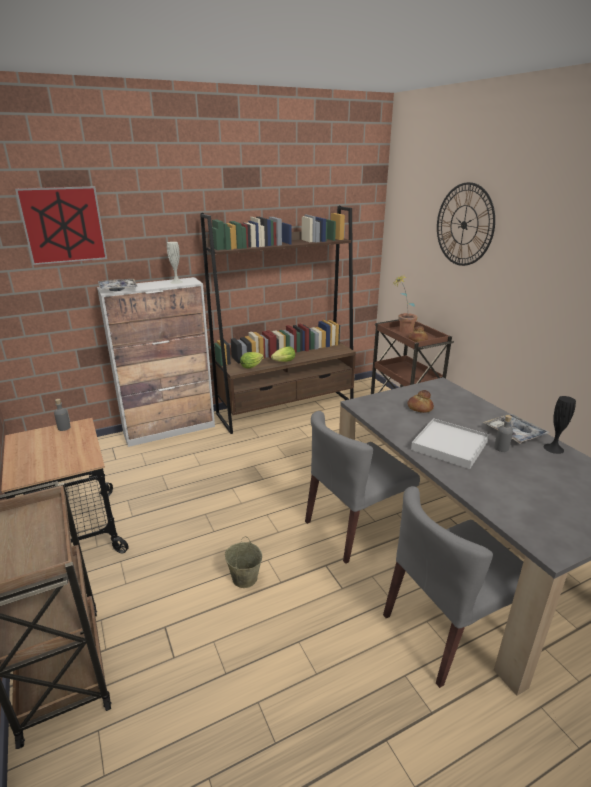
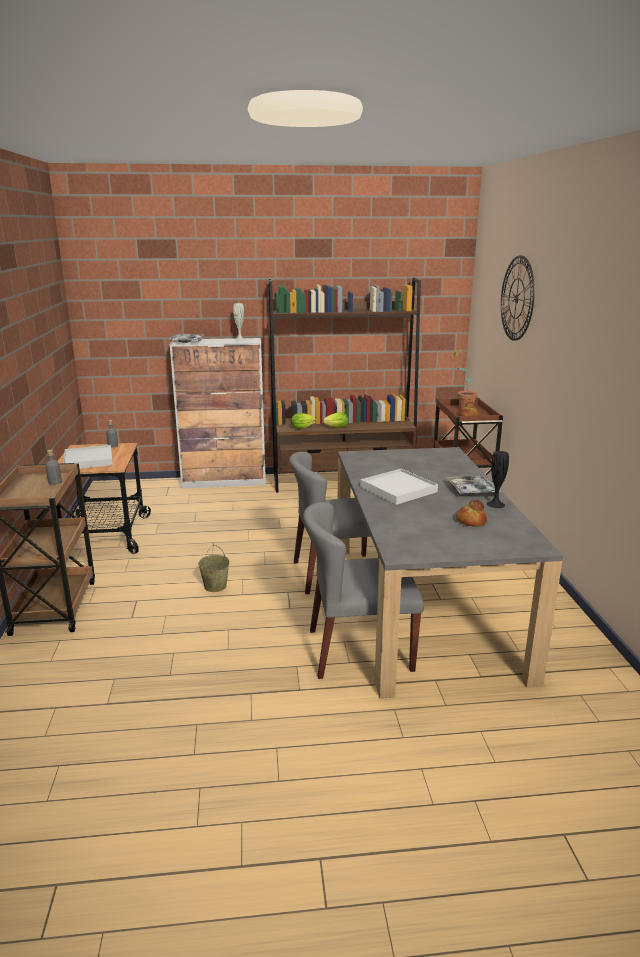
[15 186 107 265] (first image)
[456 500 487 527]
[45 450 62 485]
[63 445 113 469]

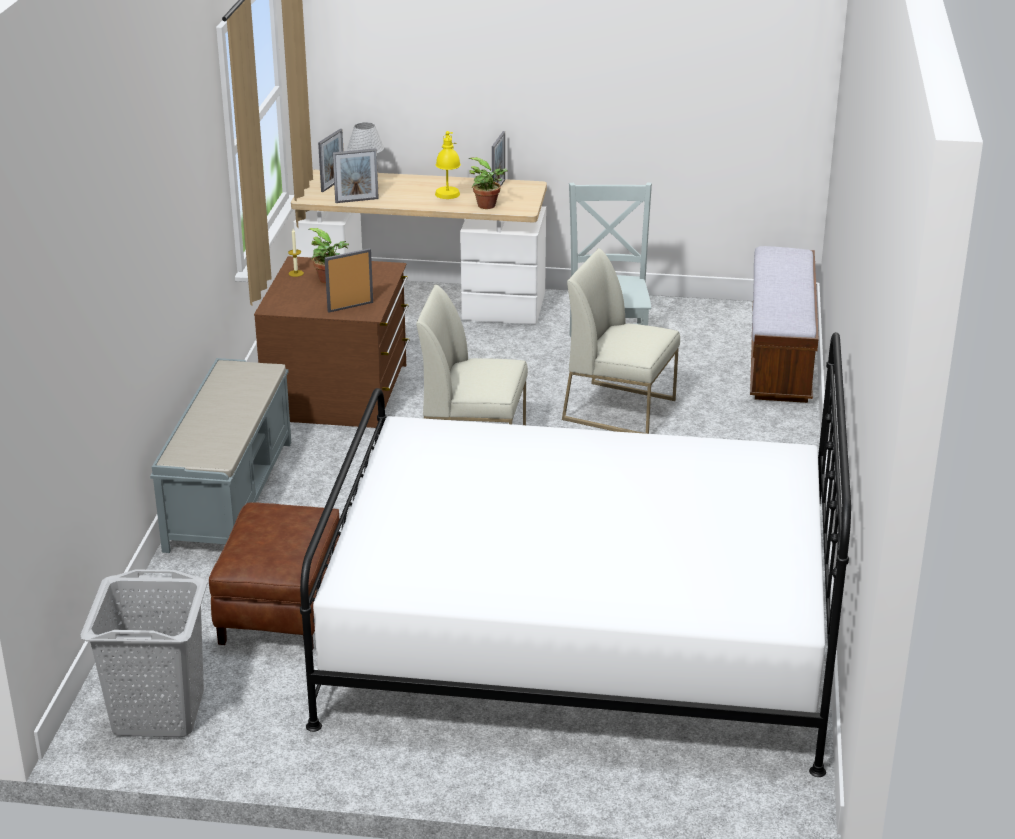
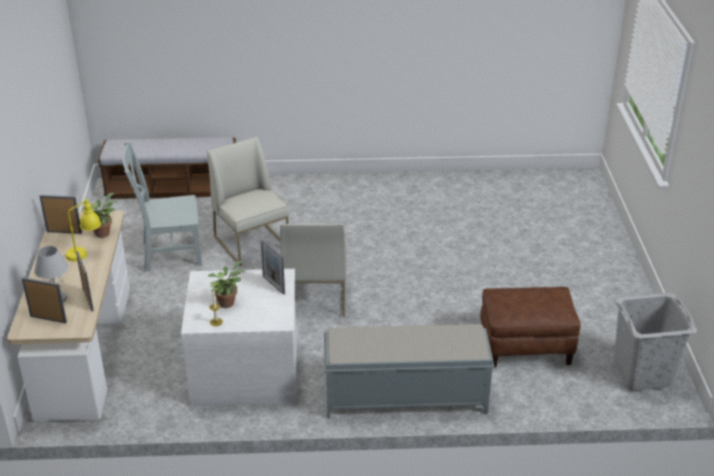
[207 137 289 266]
[181 269 297 406]
[300 332 851 777] (first image)

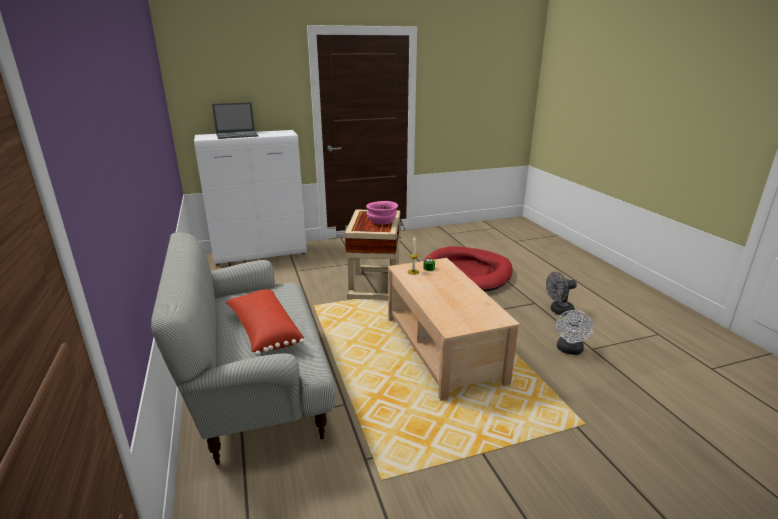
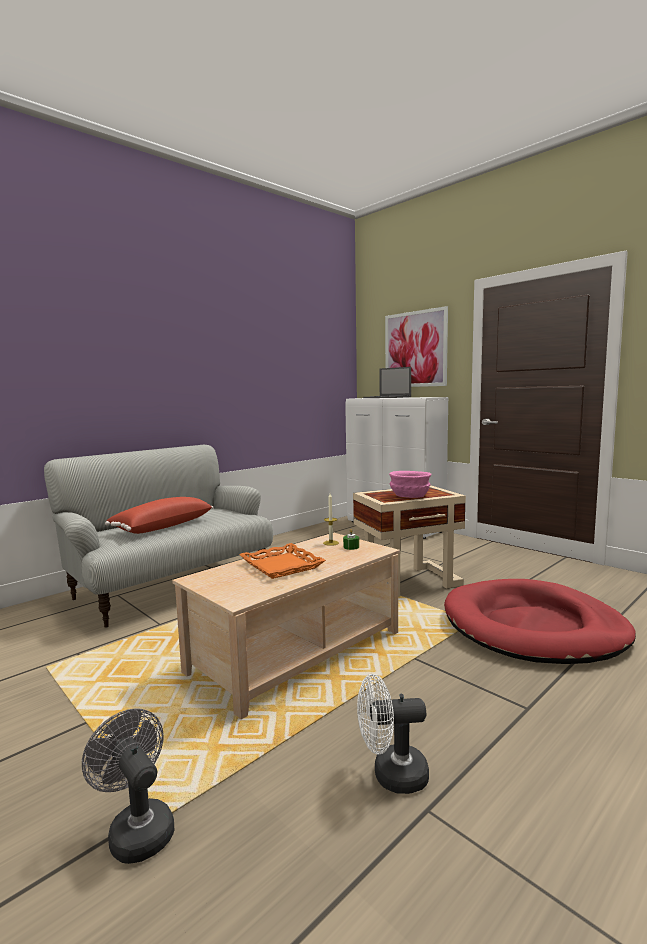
[82 708 174 864]
[385 306 448 387]
[239 543 326 579]

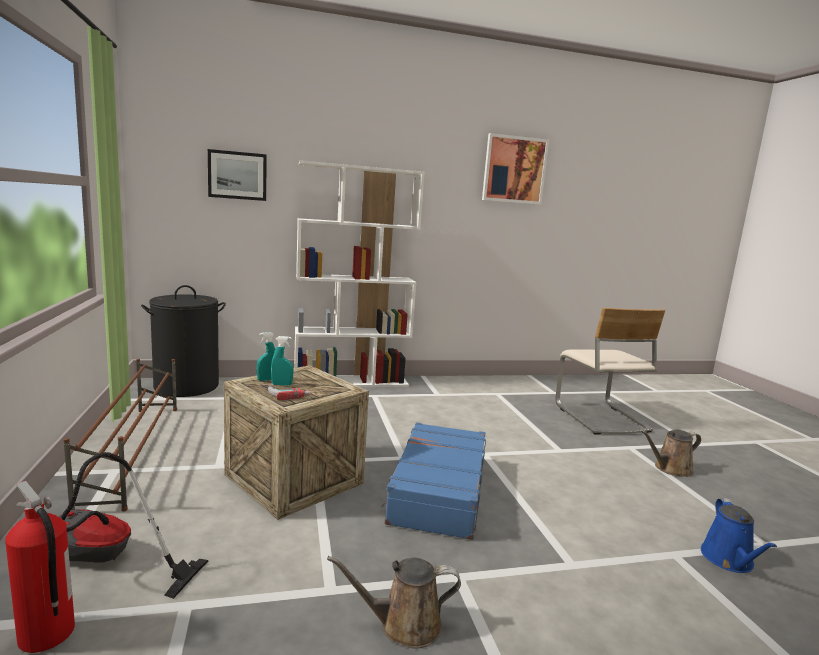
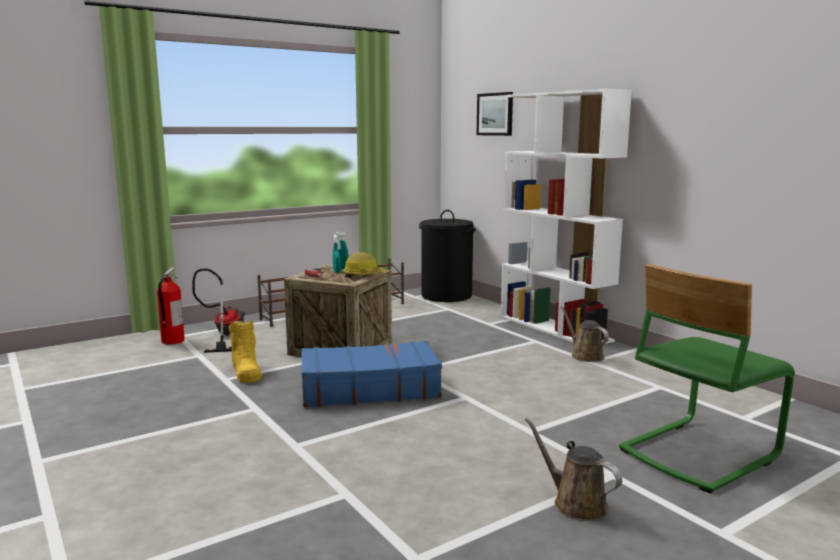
[482 133 549 205] (first image)
[619 264 795 494]
[701 498 777 573] (first image)
[561 306 609 362]
[343 252 386 277]
[229 321 262 383]

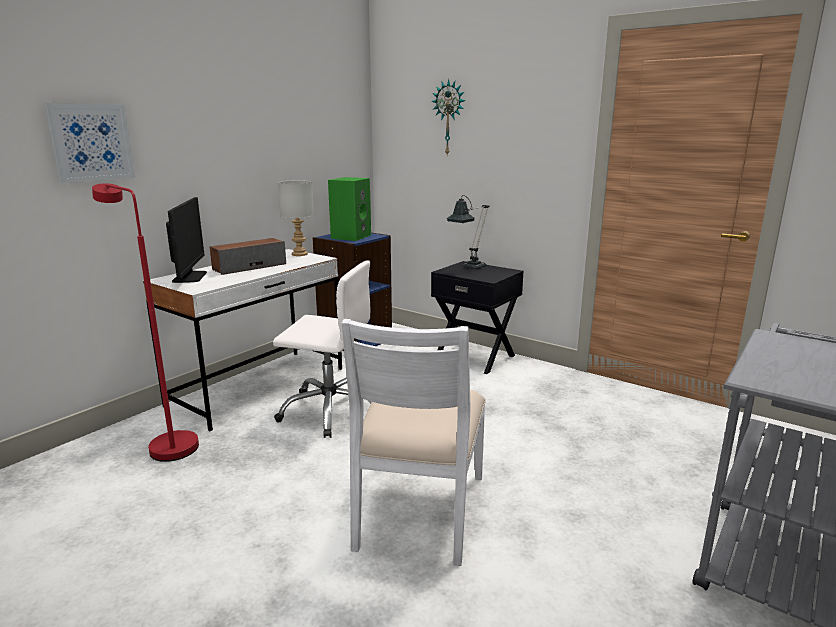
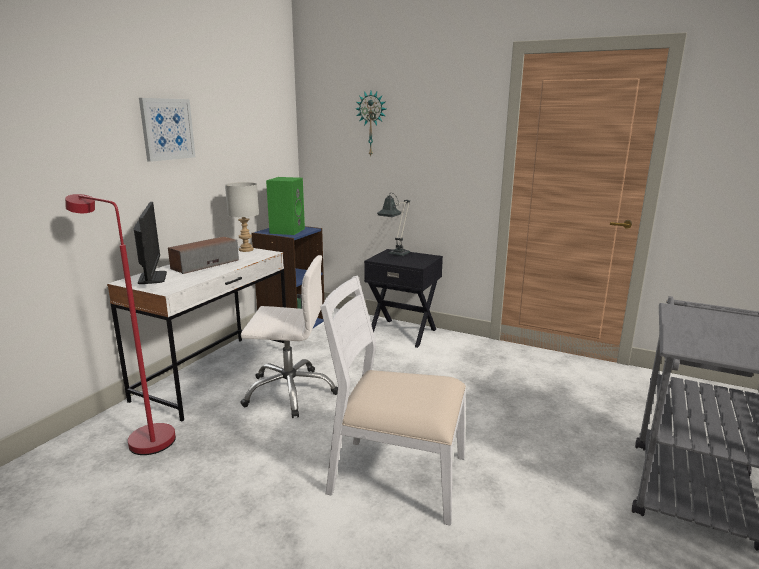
[139 98 195 162]
[320 276 466 526]

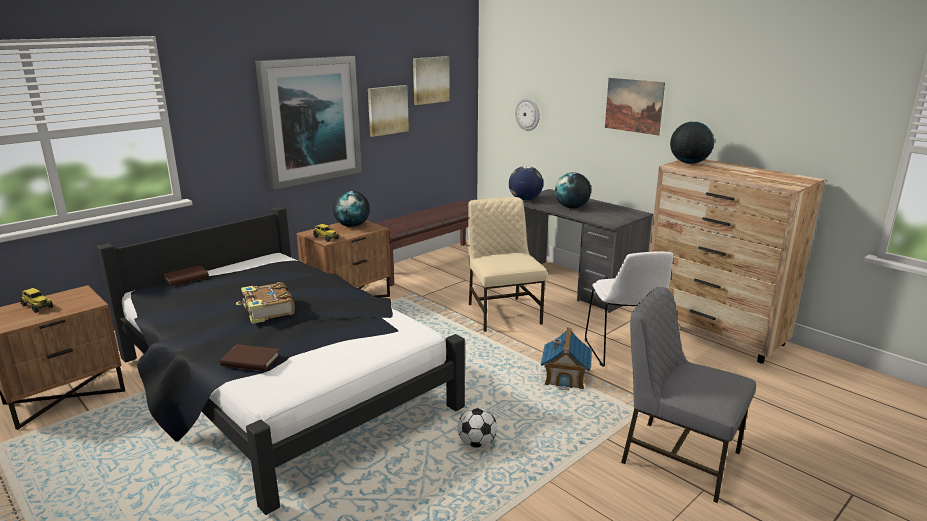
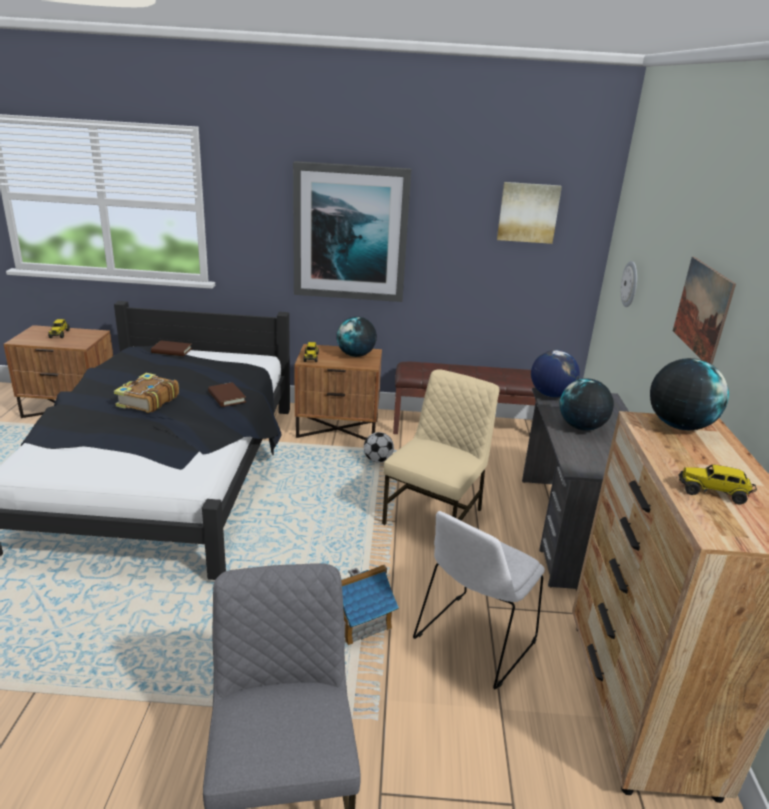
[368 85 409 137] (first image)
[208 382 246 407]
[364 432 394 463]
[678 465 757 504]

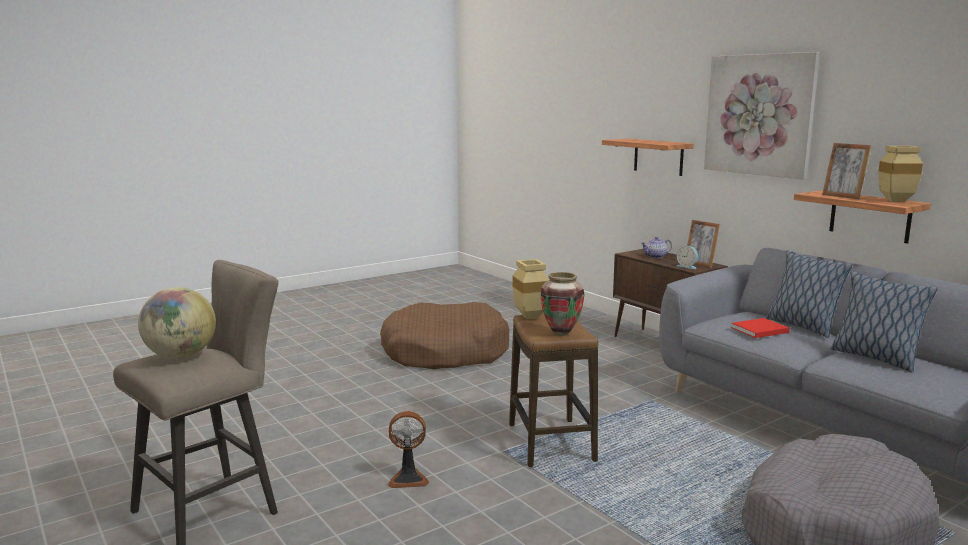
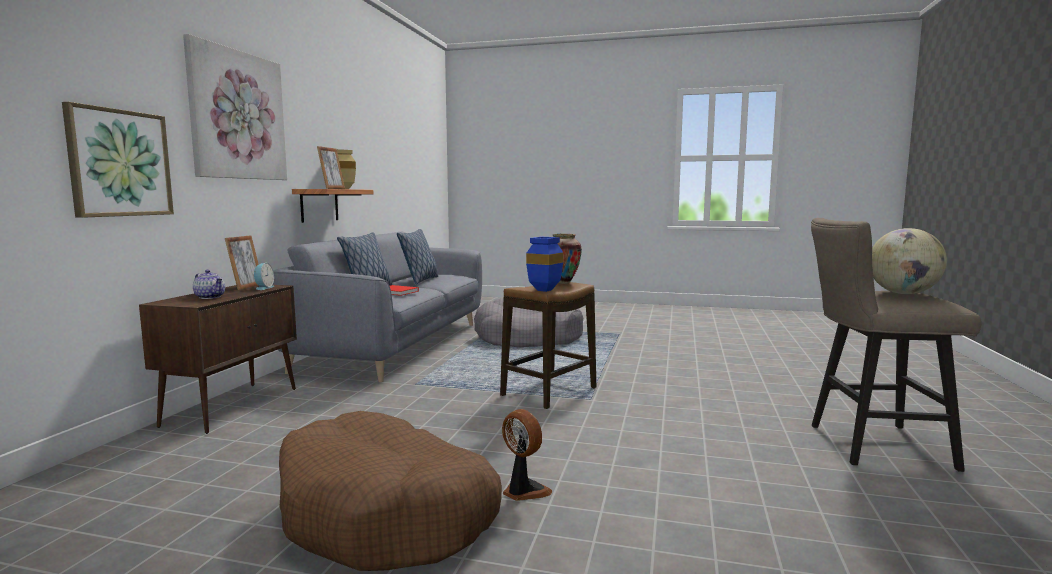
[62 102 174 218]
[526 237 563 292]
[502 409 552 501]

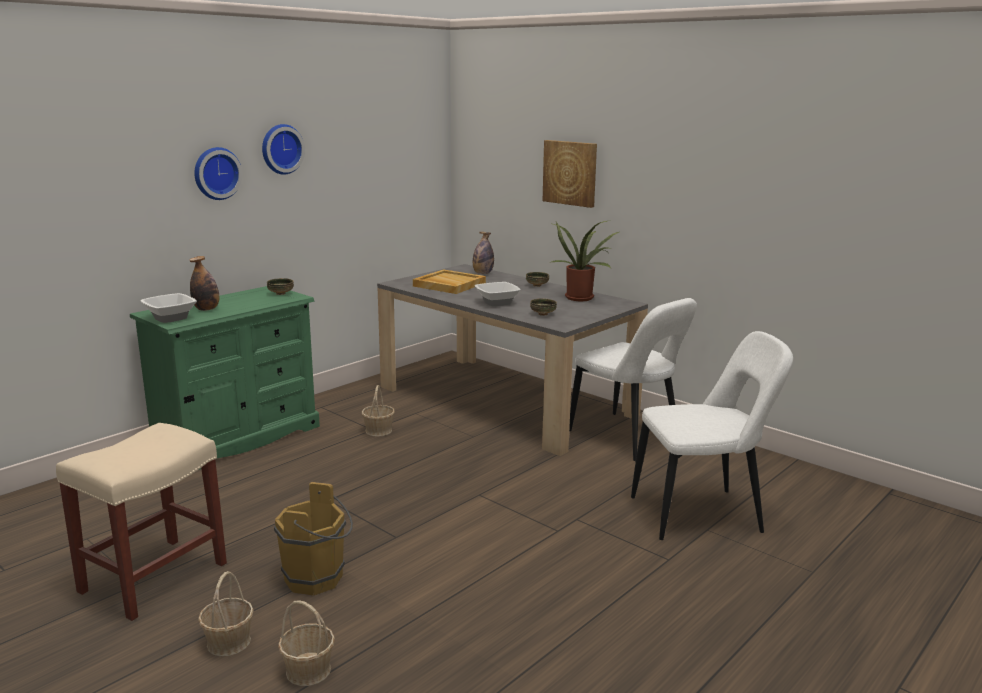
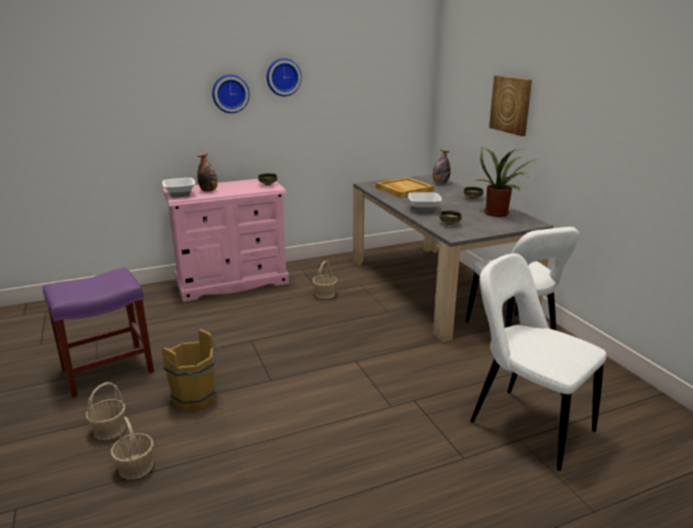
[163 179 289 302]
[471 254 606 471]
[43 268 154 397]

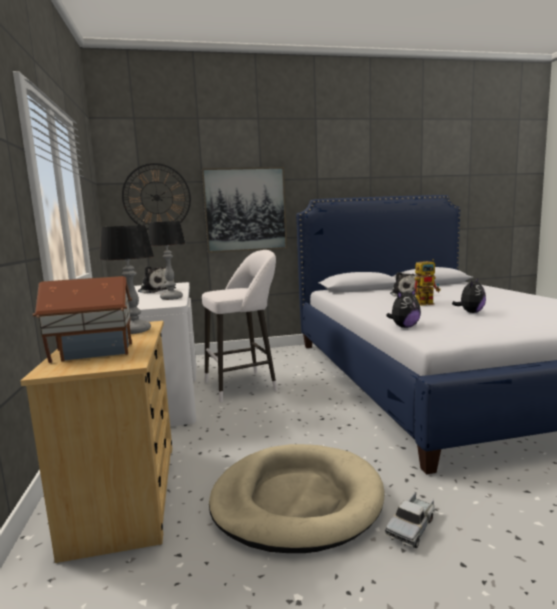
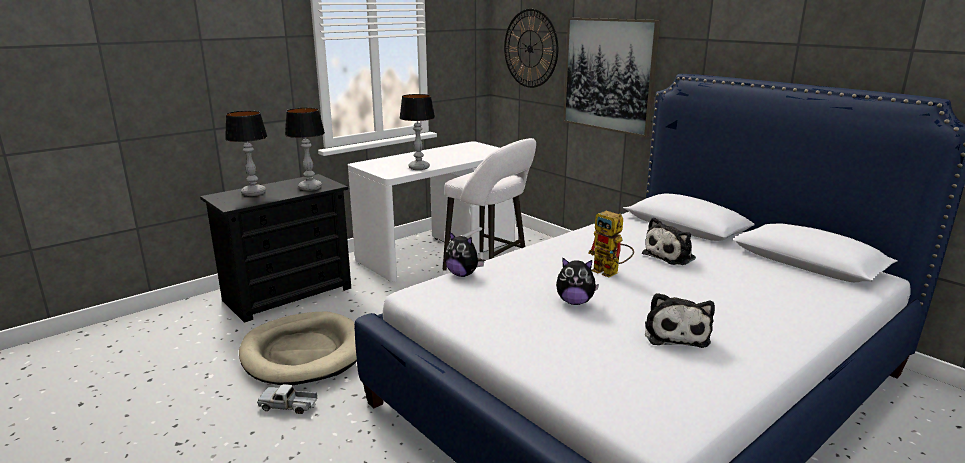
[645 293 715 348]
[225 111 268 196]
[200 174 351 323]

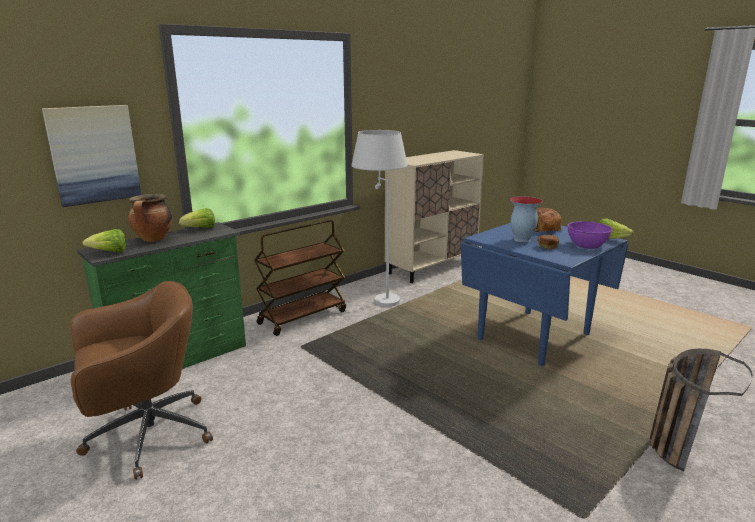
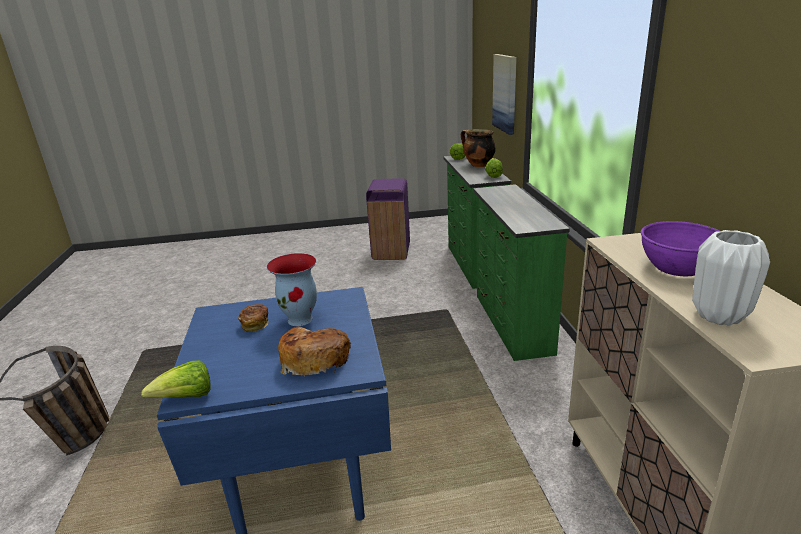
[351 130 407 307] (first image)
[473 184 570 361]
[641 221 720 276]
[366 178 410 260]
[692 230 770 326]

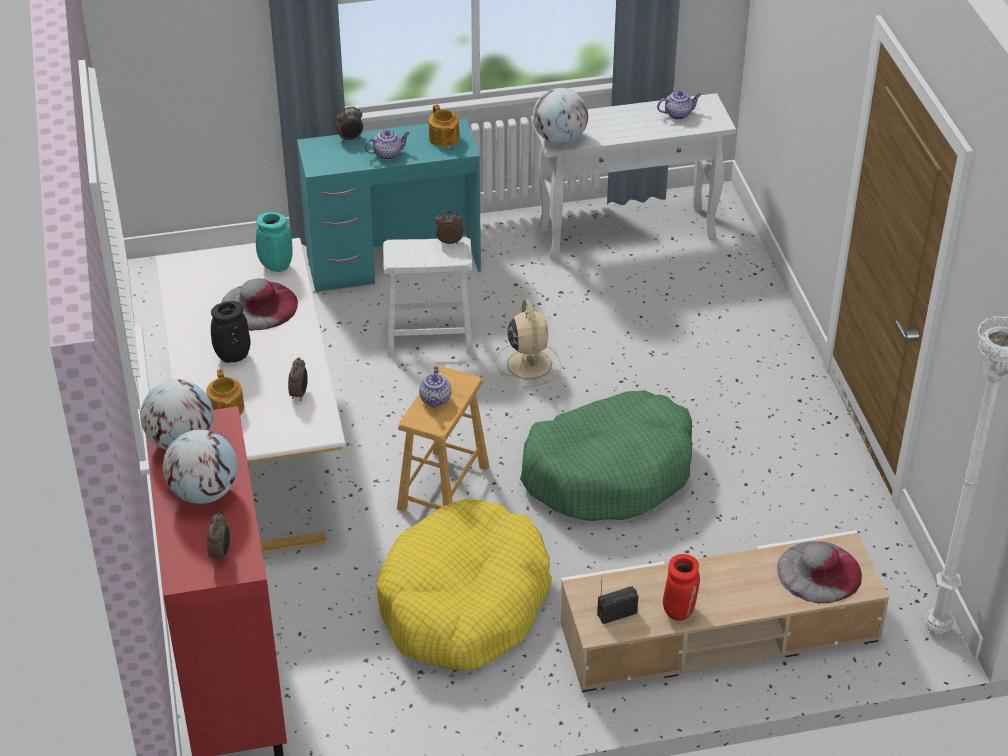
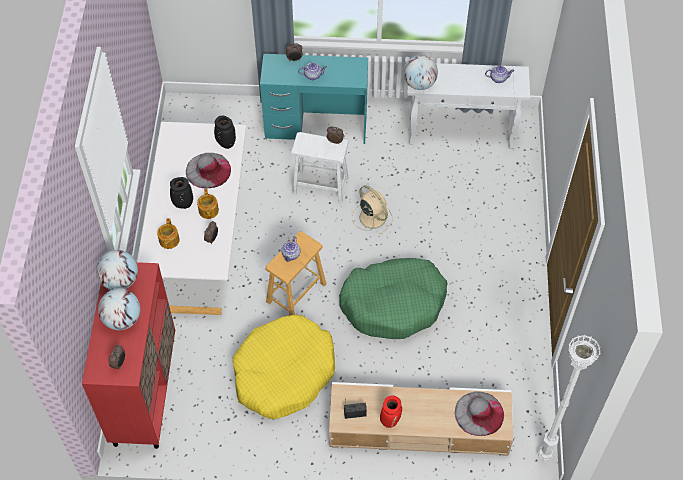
[197 189 219 219]
[214 116 236 149]
[352 185 392 235]

